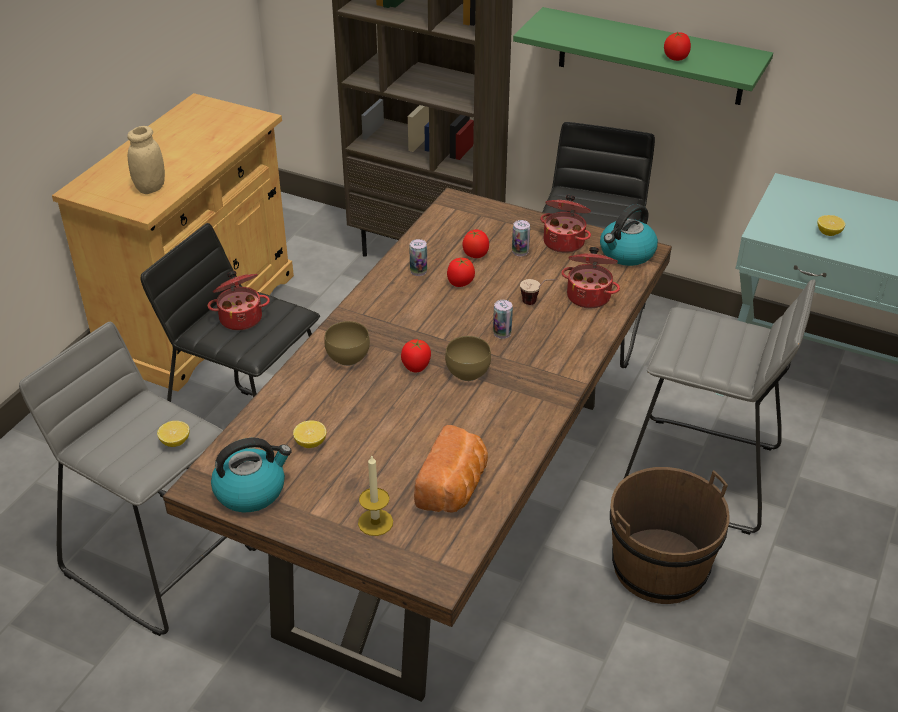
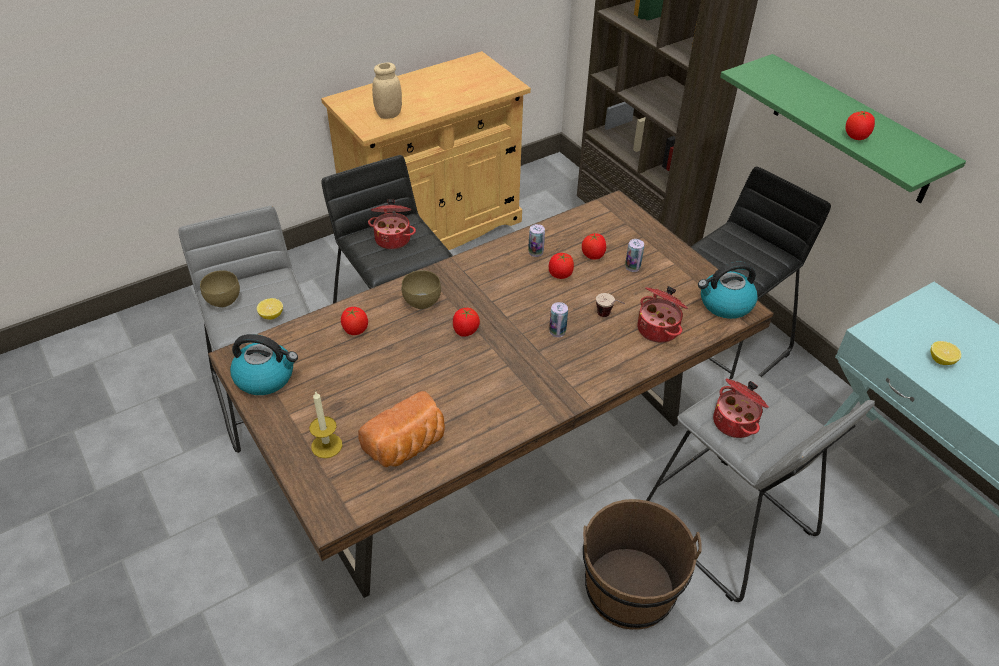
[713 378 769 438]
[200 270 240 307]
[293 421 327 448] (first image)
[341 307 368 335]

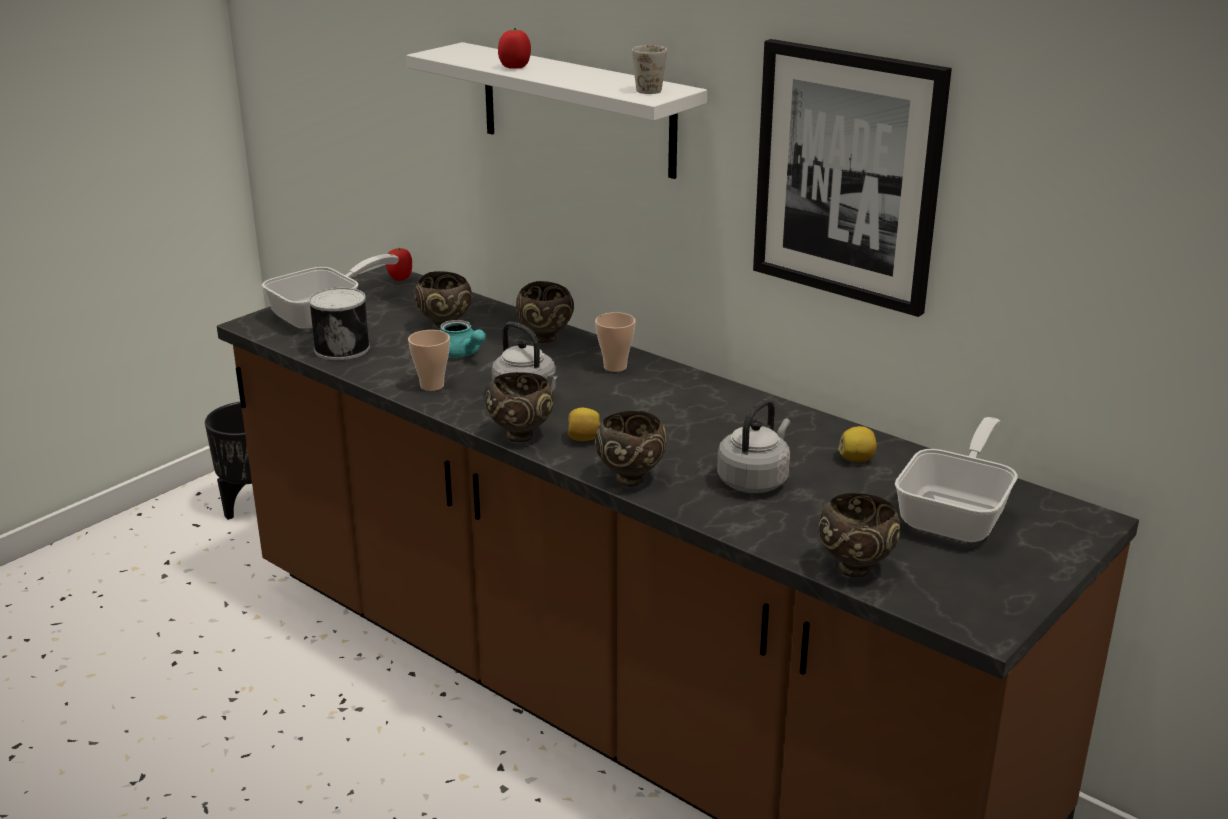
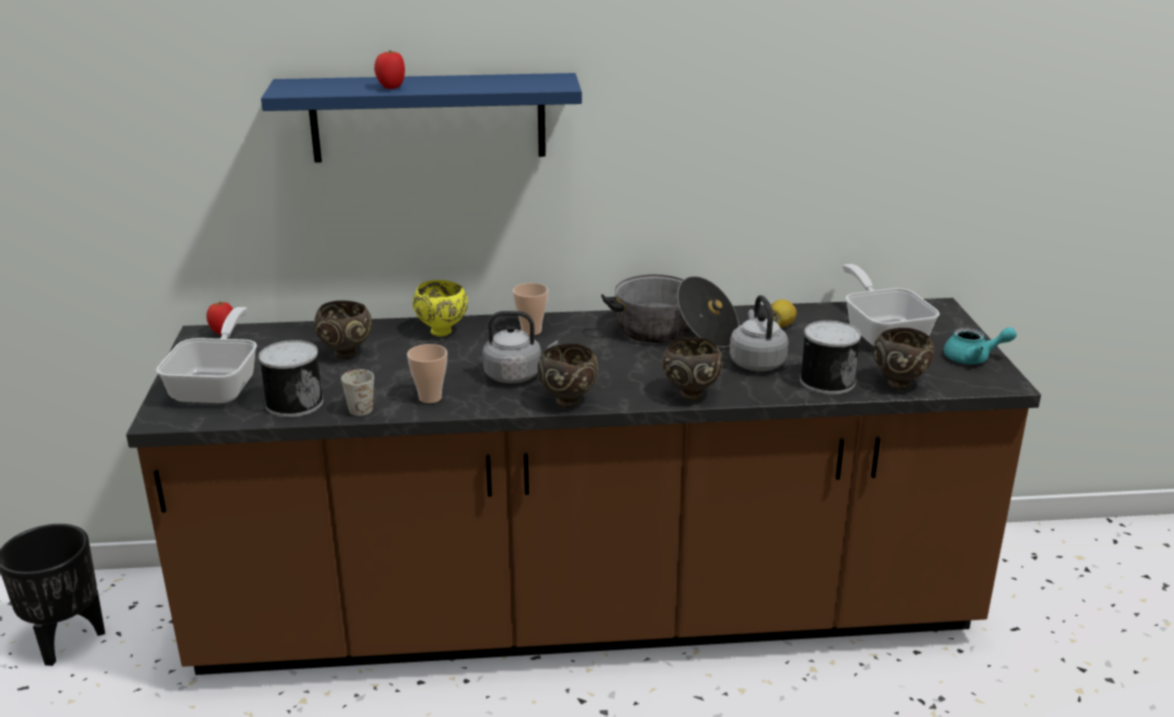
[753 39 952 317] (first image)
[261 73 582 163]
[341 369 374 416]
[413 280 468 337]
[944 327 1017 364]
[568 408 601 441] (first image)
[601 274 739 348]
[800 321 861 395]

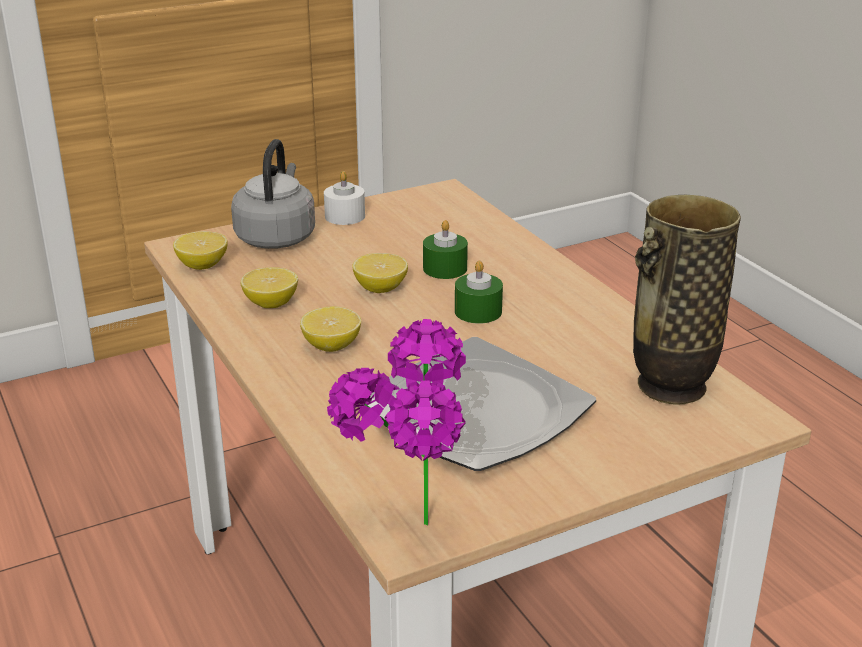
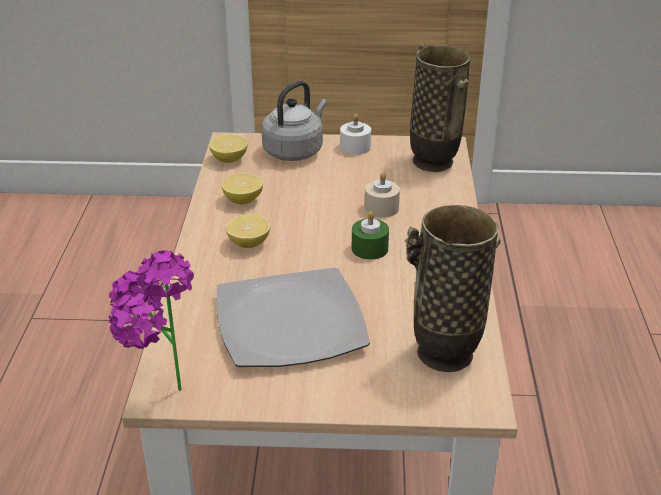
[365 172 400 218]
[352 253 408 293] (first image)
[410 44 471 172]

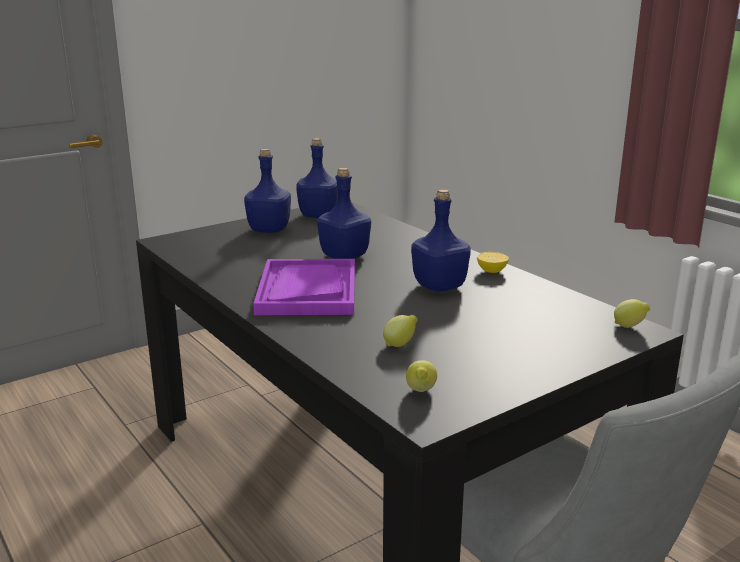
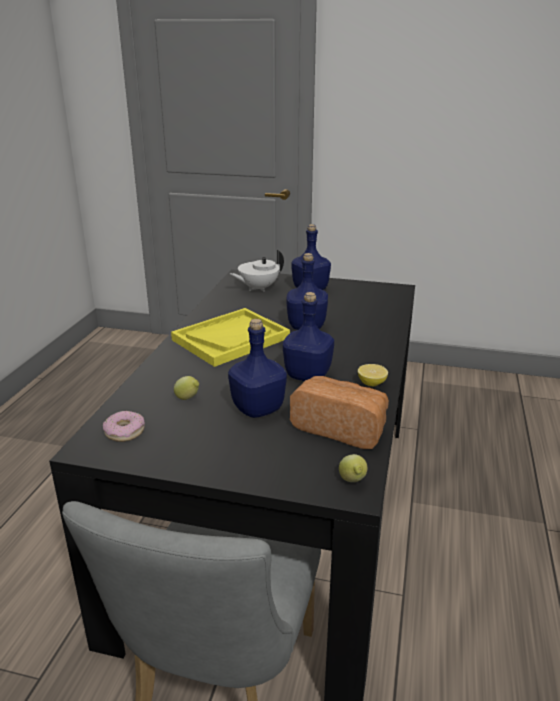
[228 319 287 418]
[171 308 290 367]
[103 411 145 442]
[230 250 284 291]
[290 376 389 449]

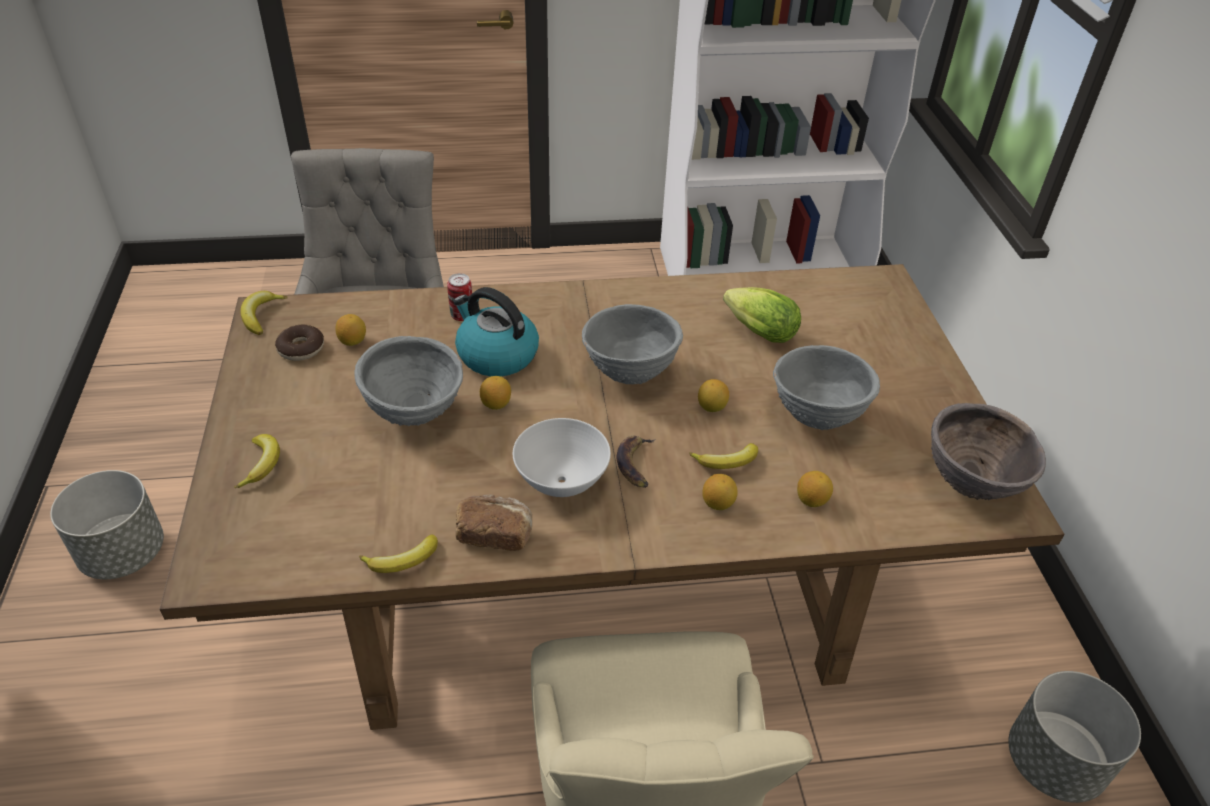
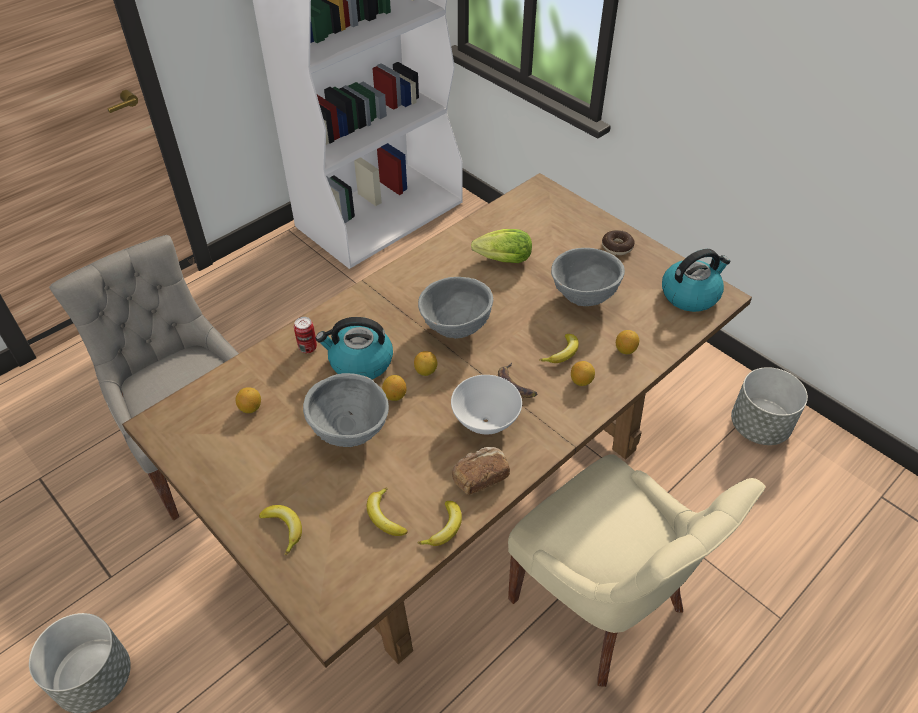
[367 488 408 536]
[602 230 635 255]
[414 351 437 376]
[662 249 730 312]

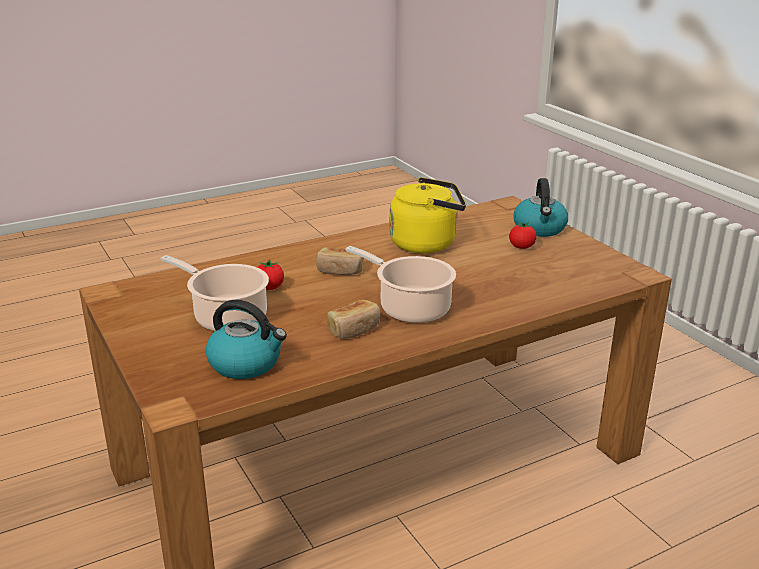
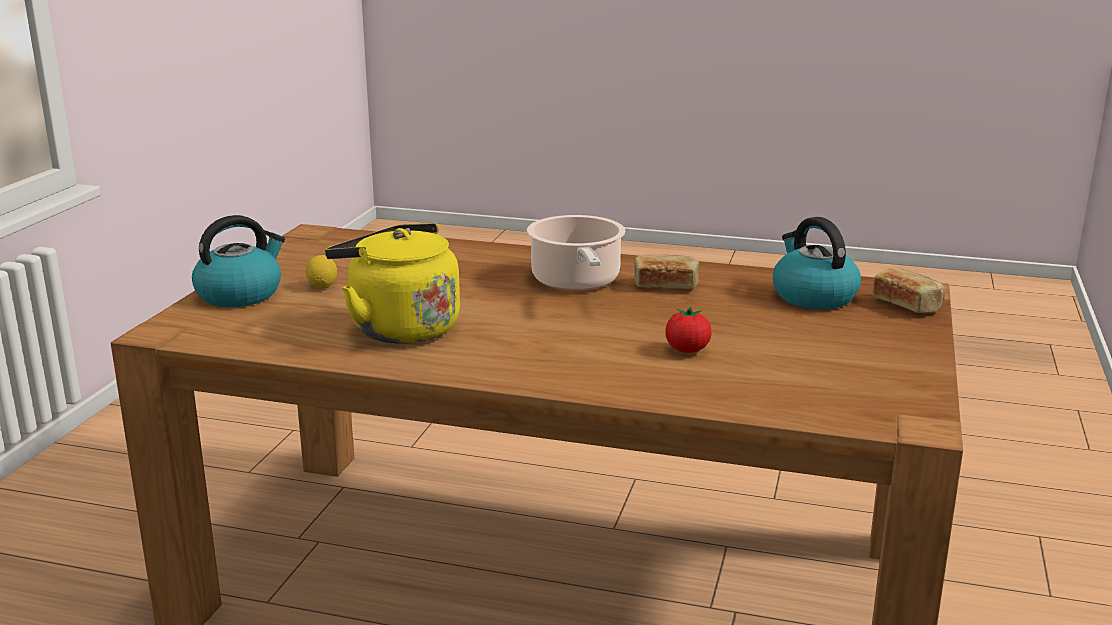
[306 255 337 288]
[872 268 945 313]
[161 255 269 331] (first image)

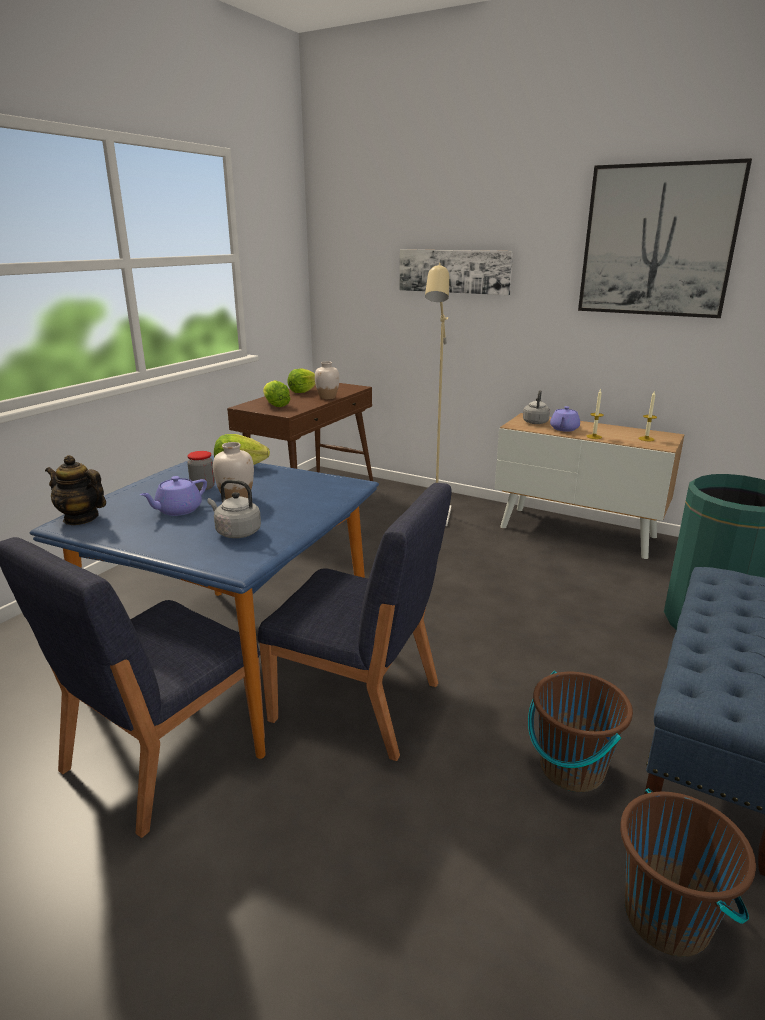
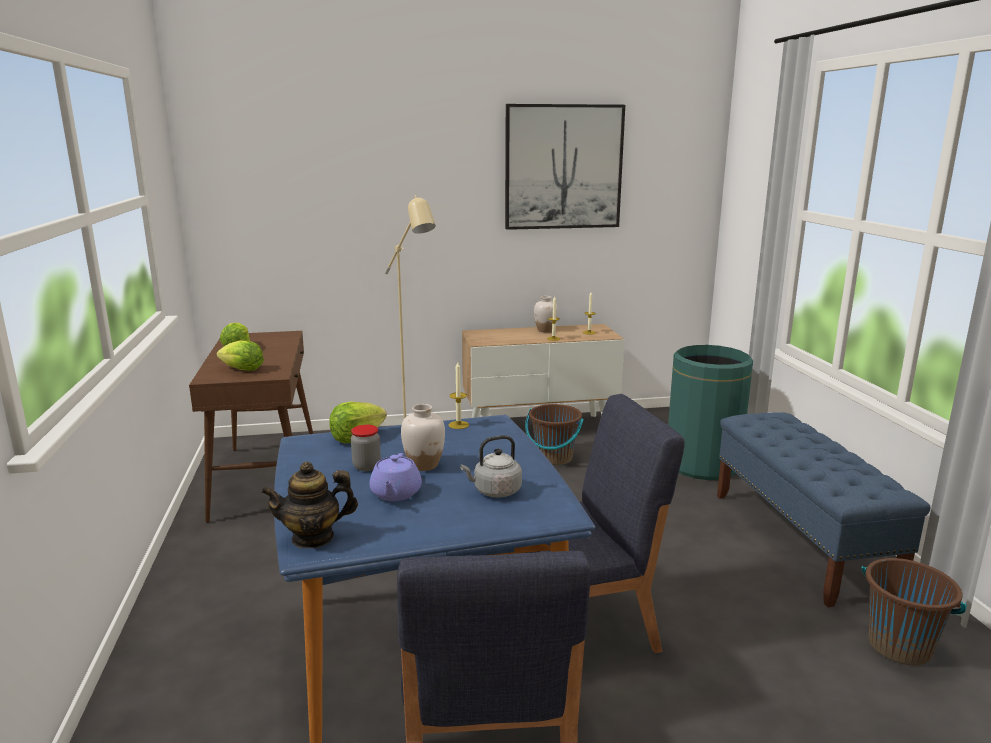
[400 249 513 295] (first image)
[534 296 558 332]
[523 390 550 424] (first image)
[550 406 580 432] (first image)
[525 404 584 466]
[448 362 469 429]

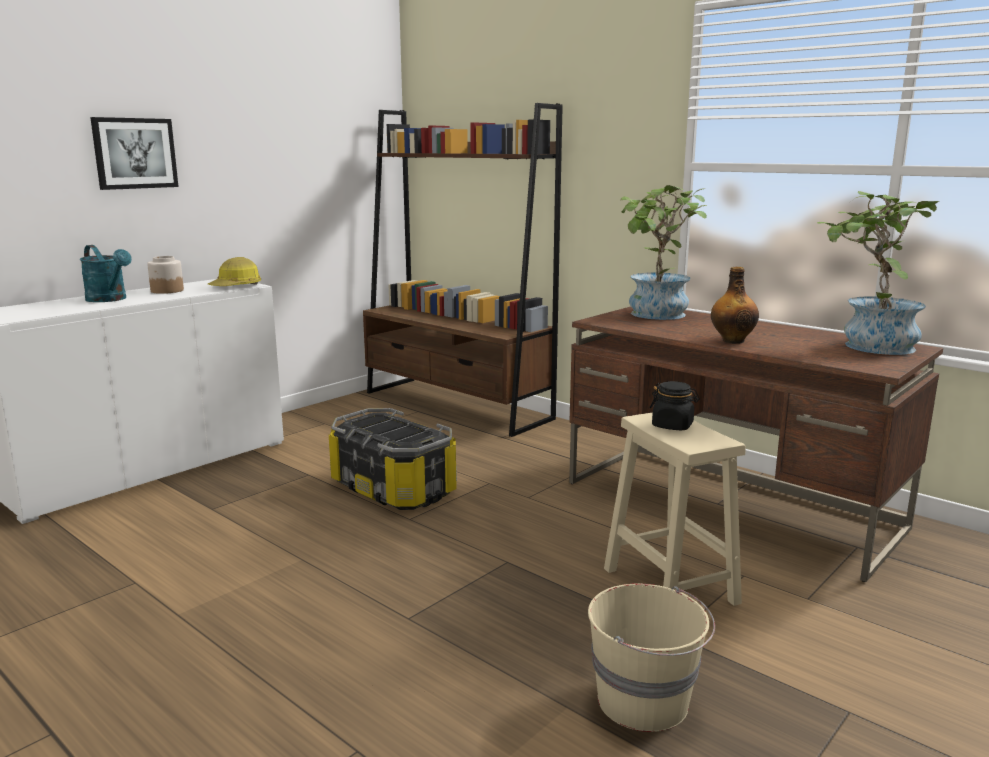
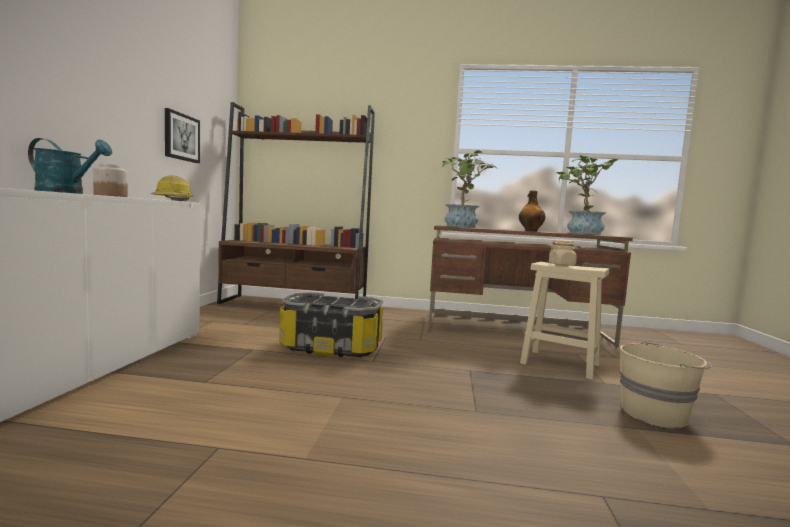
[165 108 200 163]
[549 240 578 266]

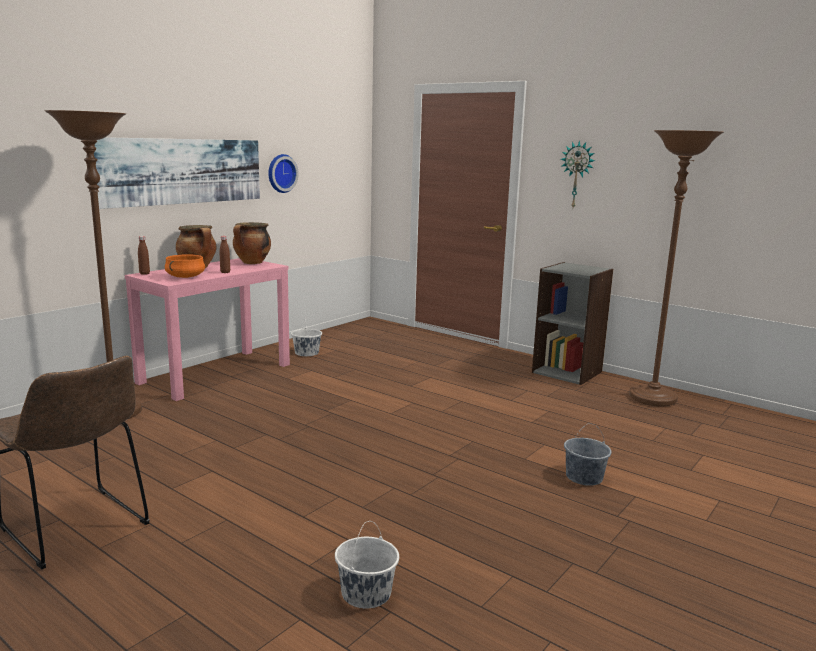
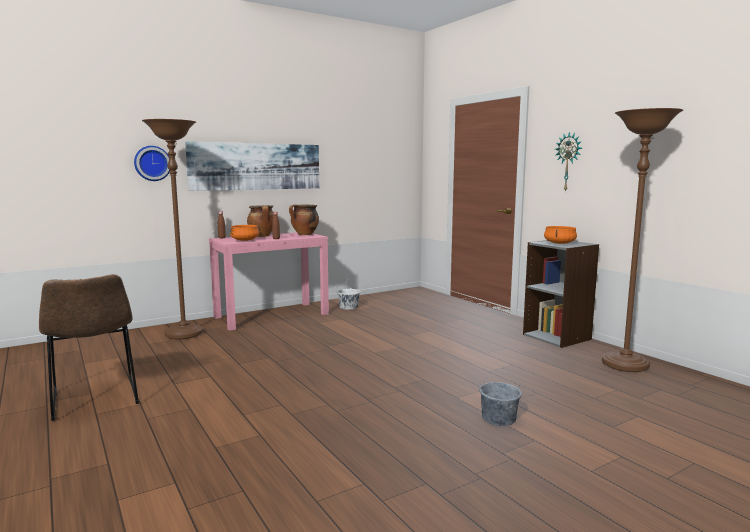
[134 146 170 181]
[335 521 399 608] (first image)
[544 226 577 244]

